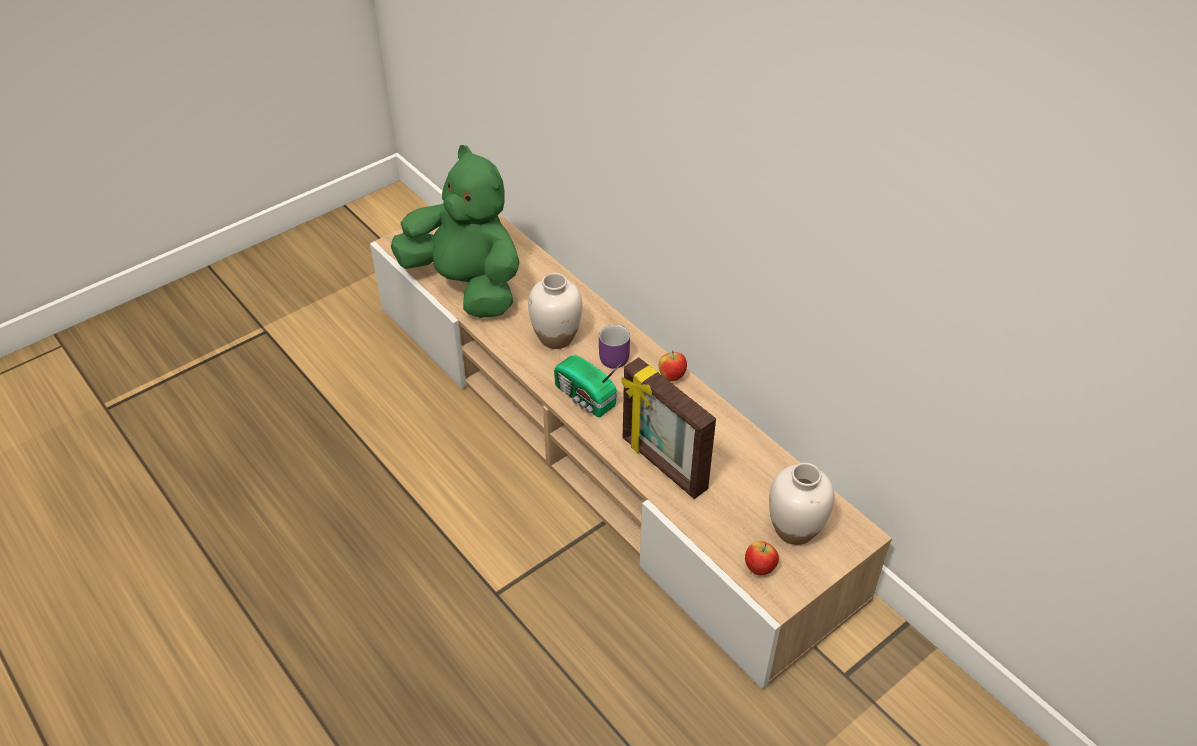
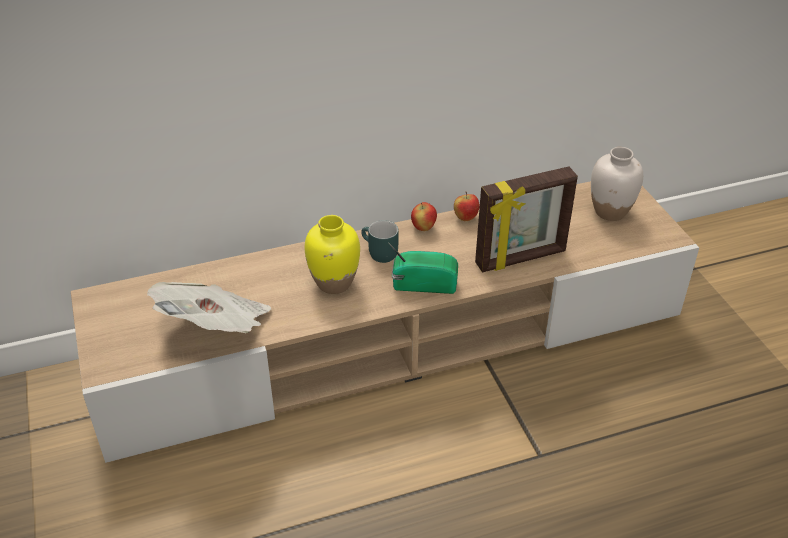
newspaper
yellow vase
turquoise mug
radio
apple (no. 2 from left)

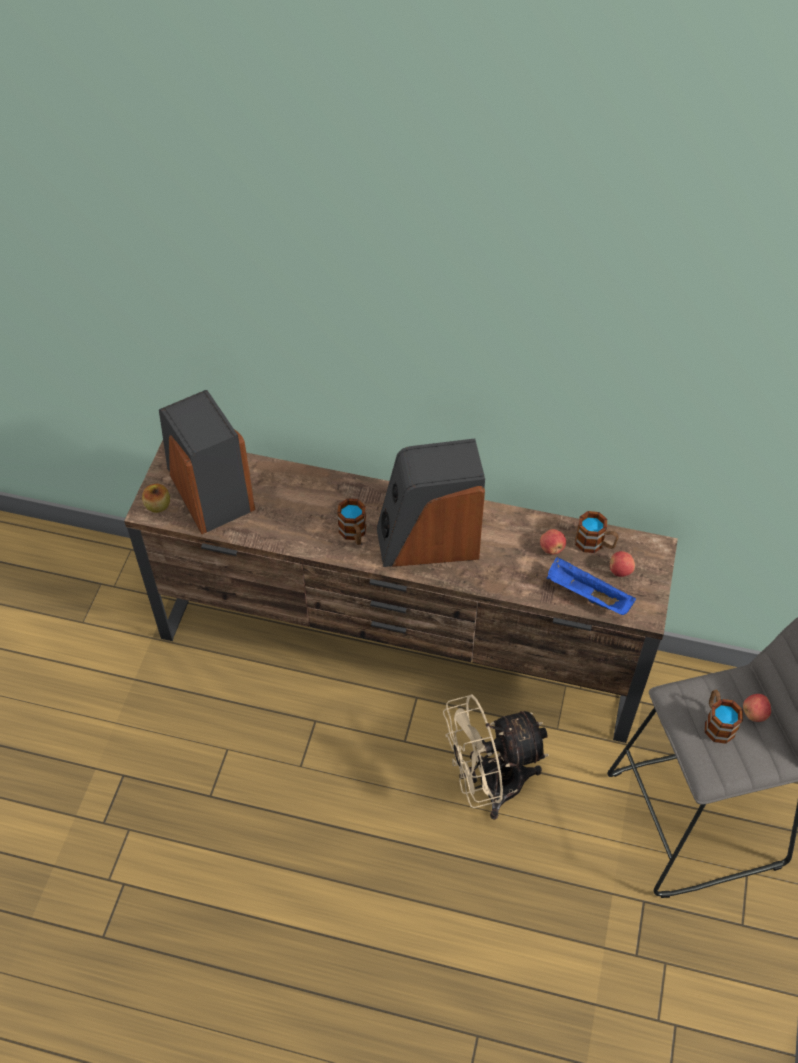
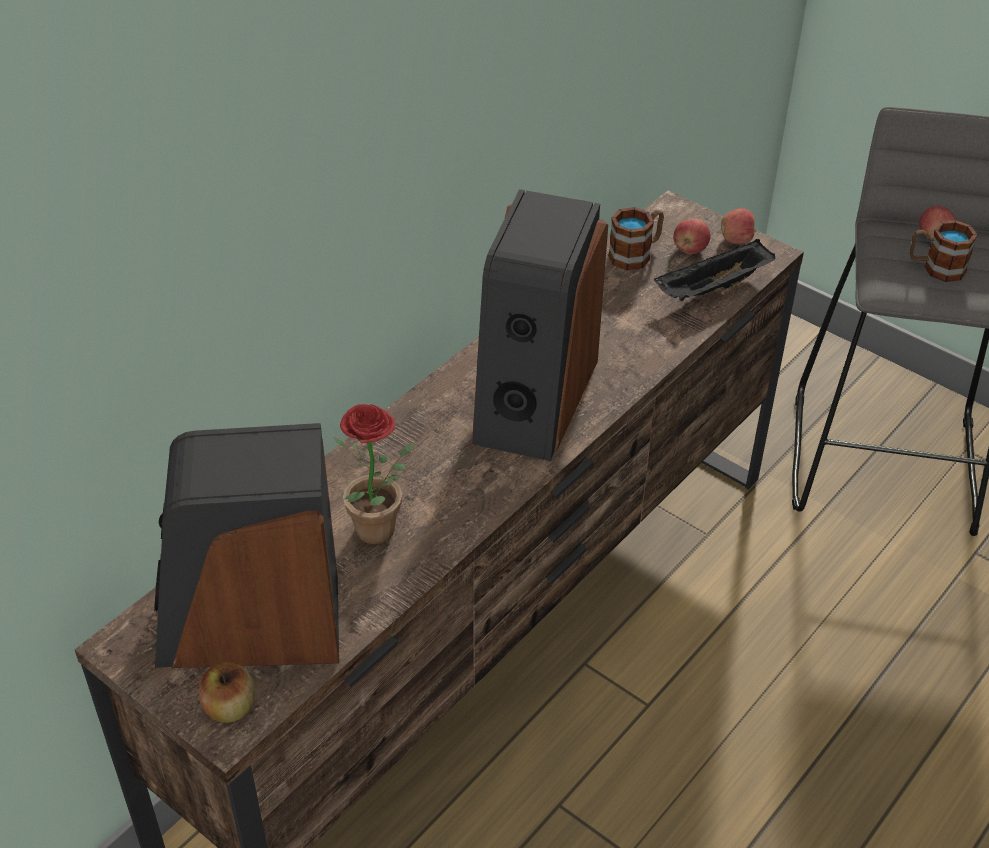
potted plant
black tray
apple (no. 3 from left)
mug (no. 1 from left in the first image)
beige fan

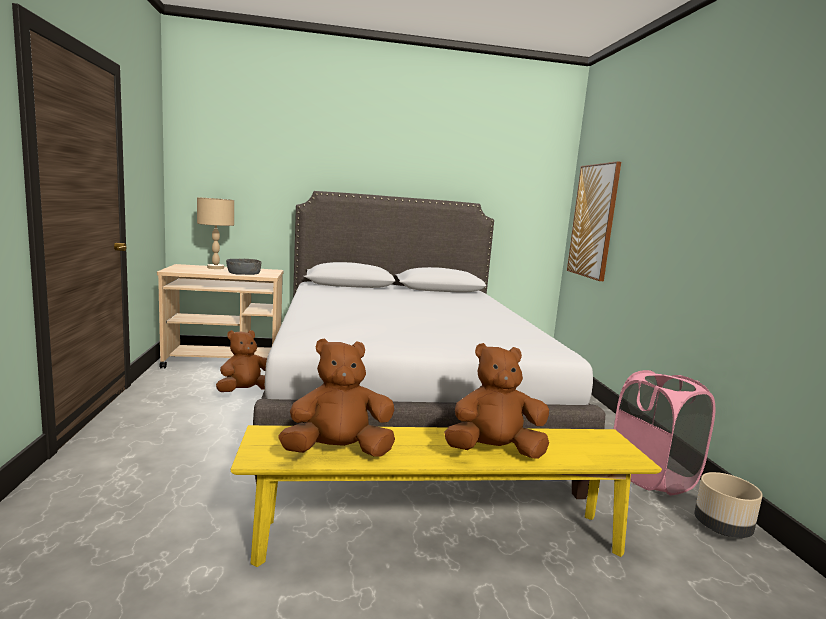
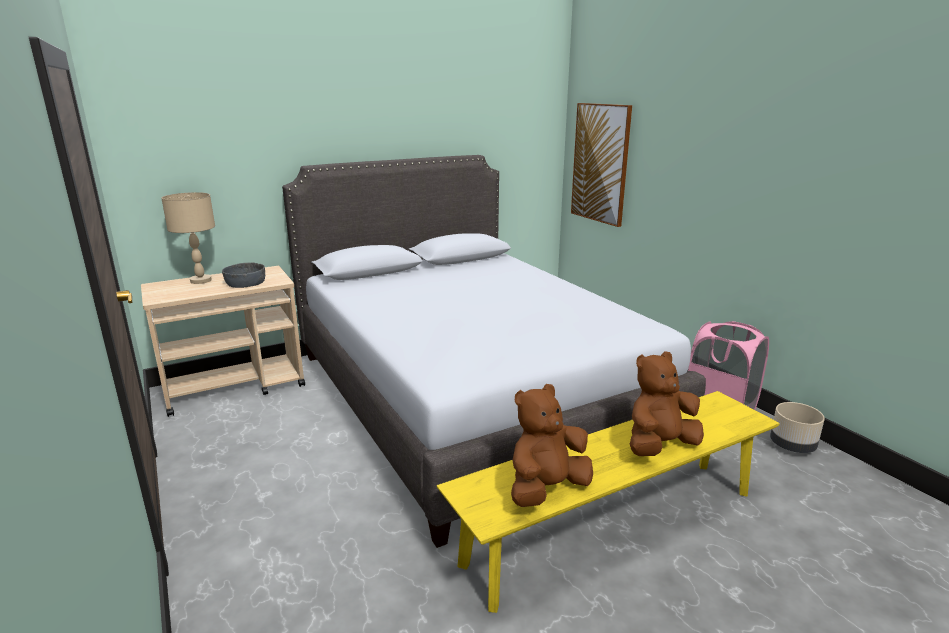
brown plush toy (no. 1 from left in the first image)

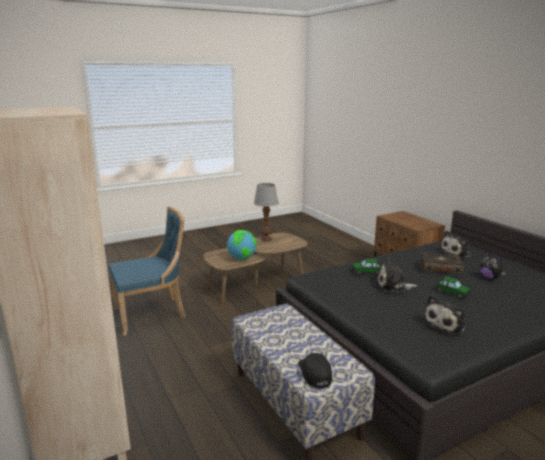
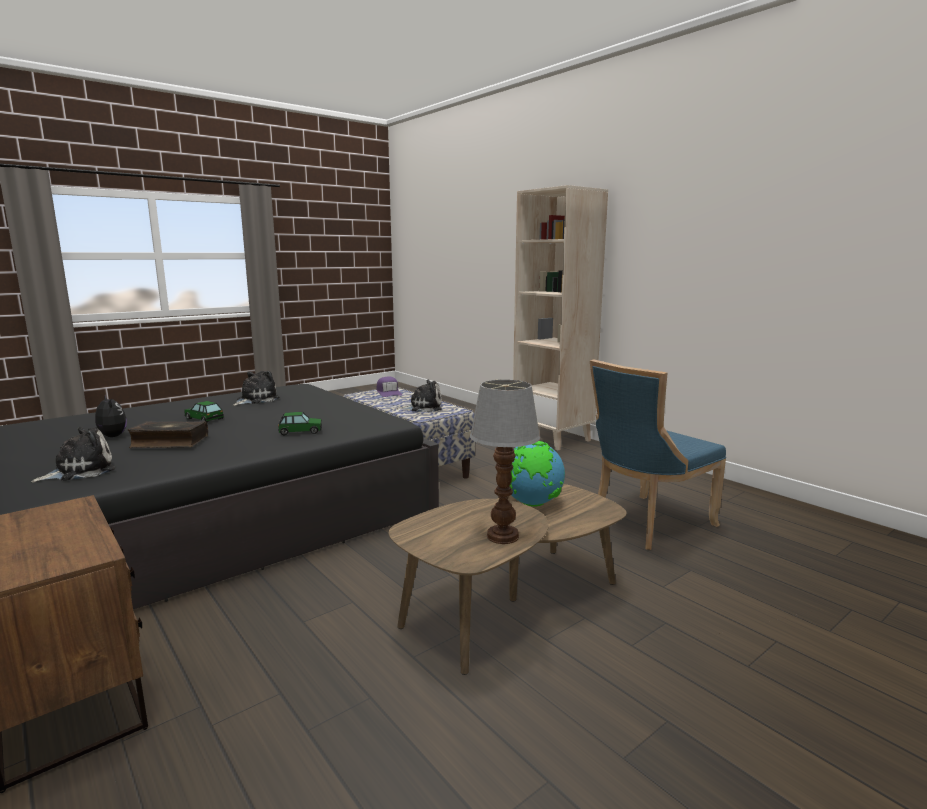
purple cap
plush toy (no. 4 from left)

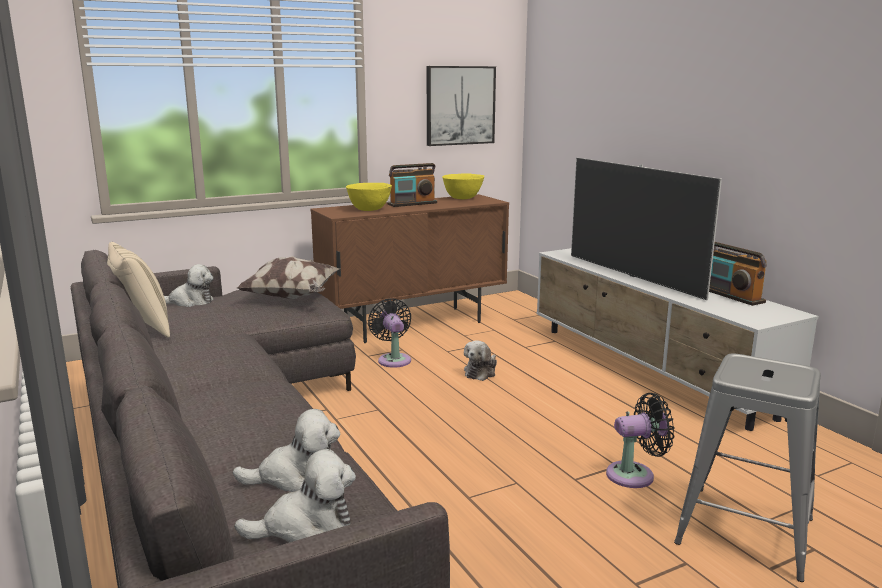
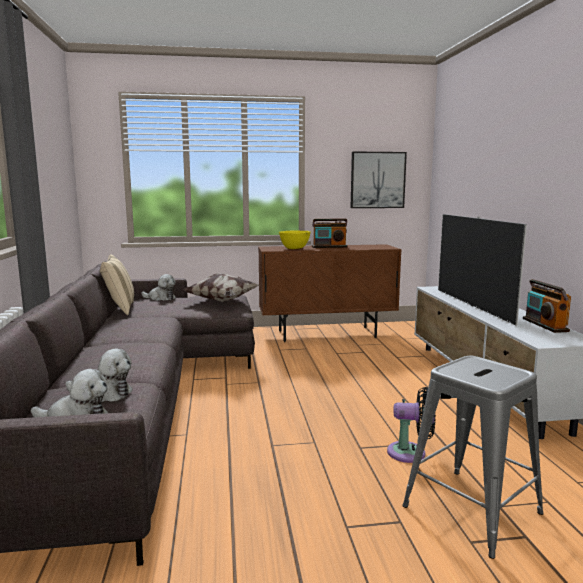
black fan (no. 1 from left in the first image)
yellow bowl (no. 2 from left in the first image)
plush toy (no. 4 from left in the first image)

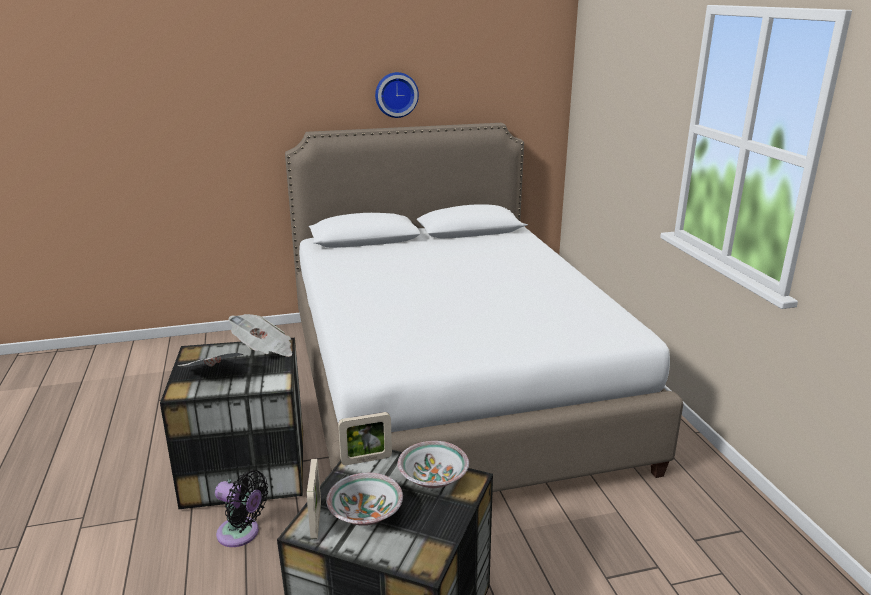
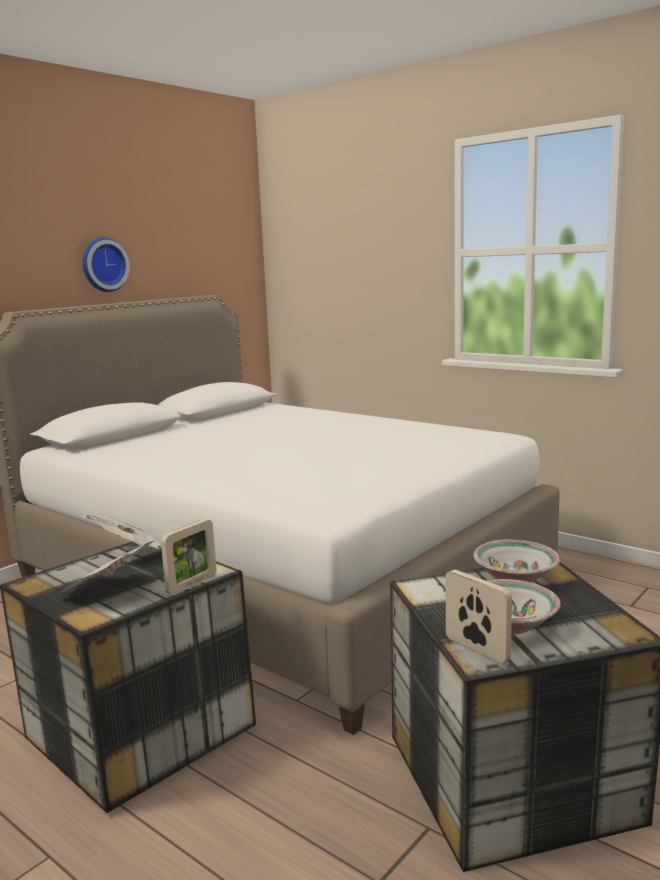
picture frame (no. 1 from left)
black fan

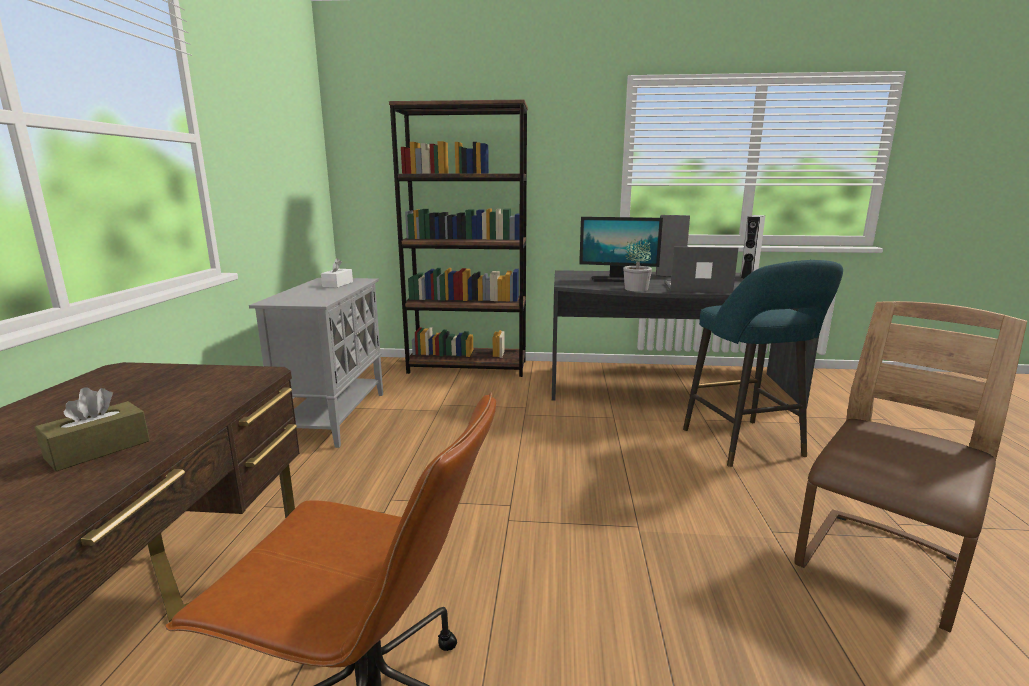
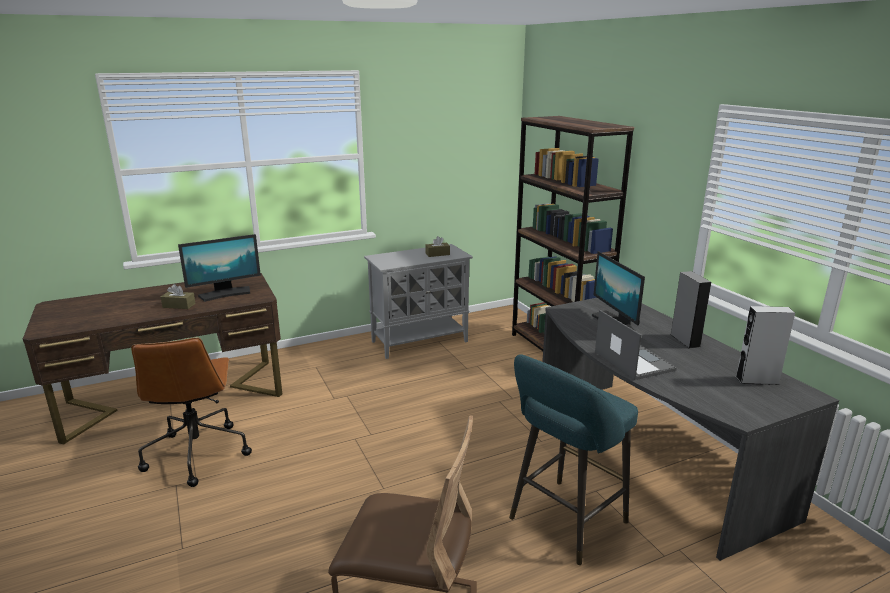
monitor (no. 1 from left)
brown tissue box (no. 2 from left)
potted plant

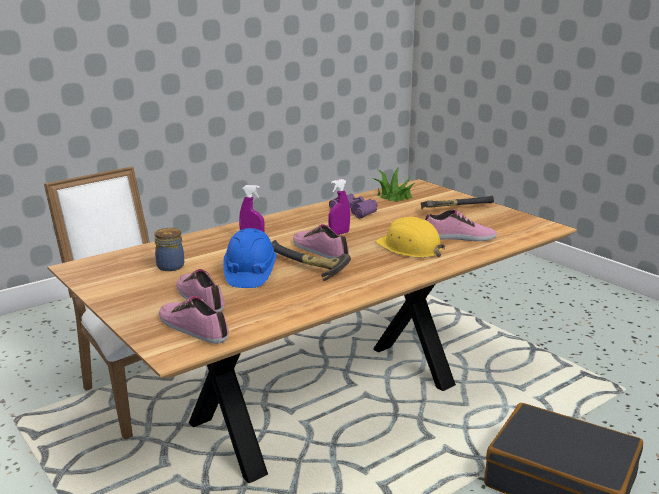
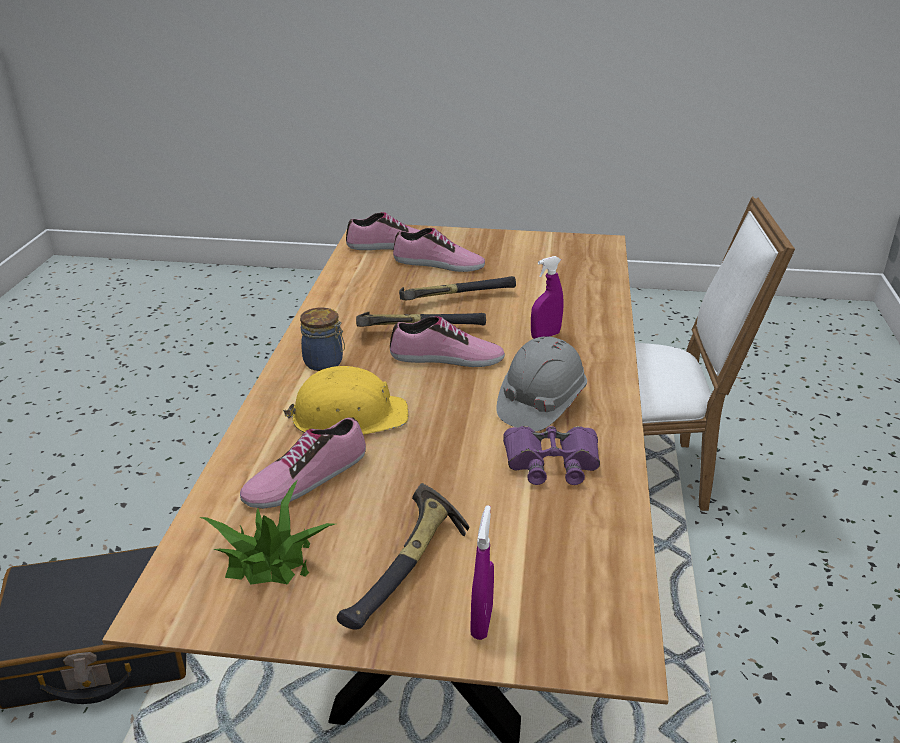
potted plant
jar
hammer (no. 3 from left)
purple spray bottle (no. 1 from left)
grey hard hat

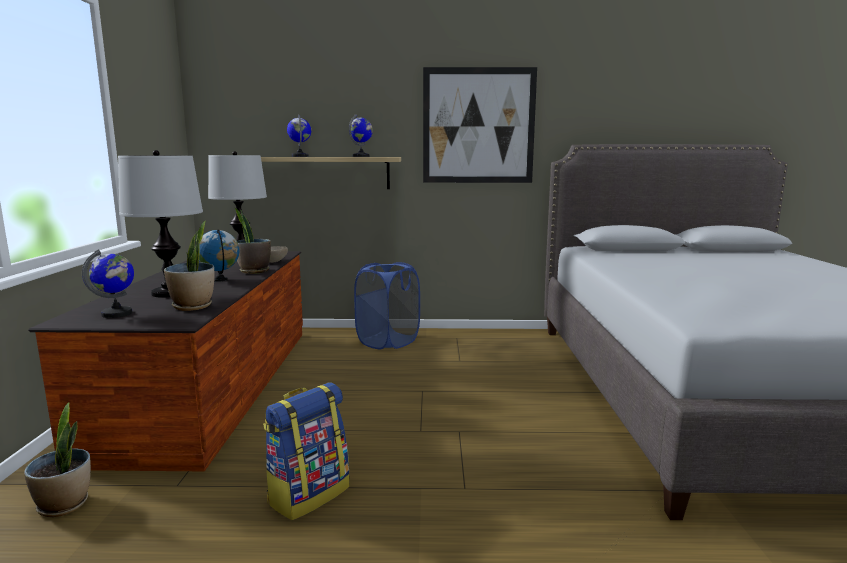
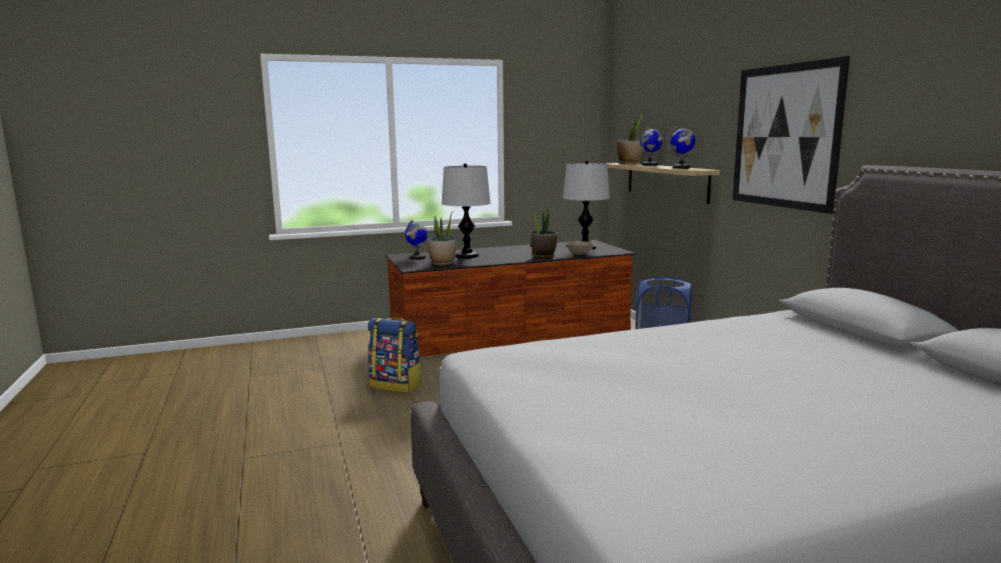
potted plant (no. 3 from left)
globe (no. 2 from left in the first image)

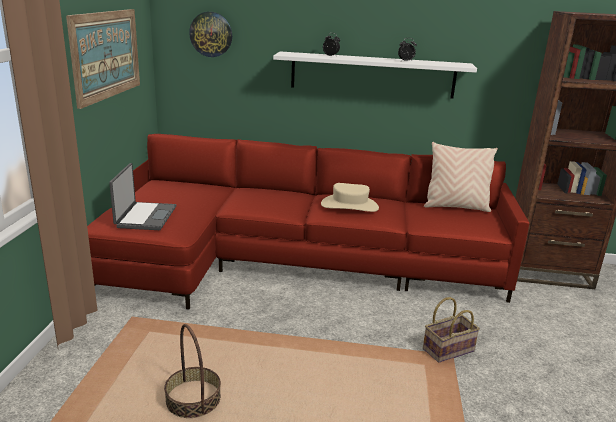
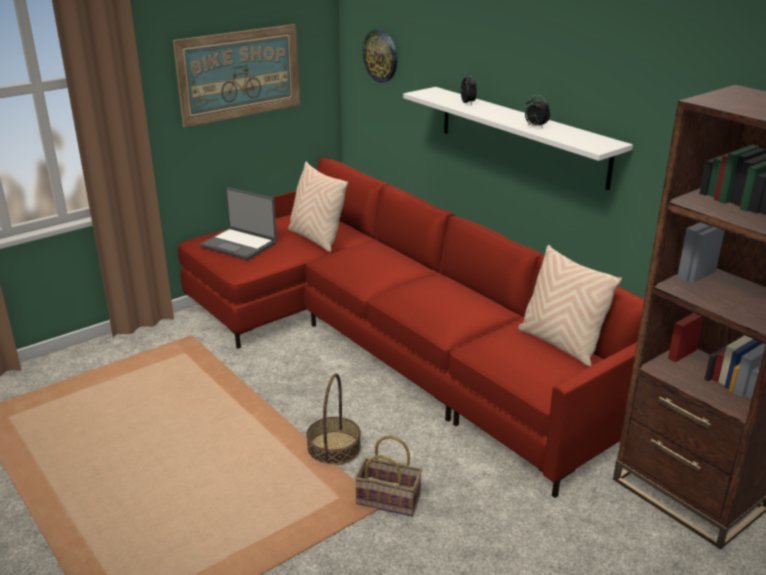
laptop
beige pillow (no. 1 from left)
basket (no. 1 from left)
beige hat

